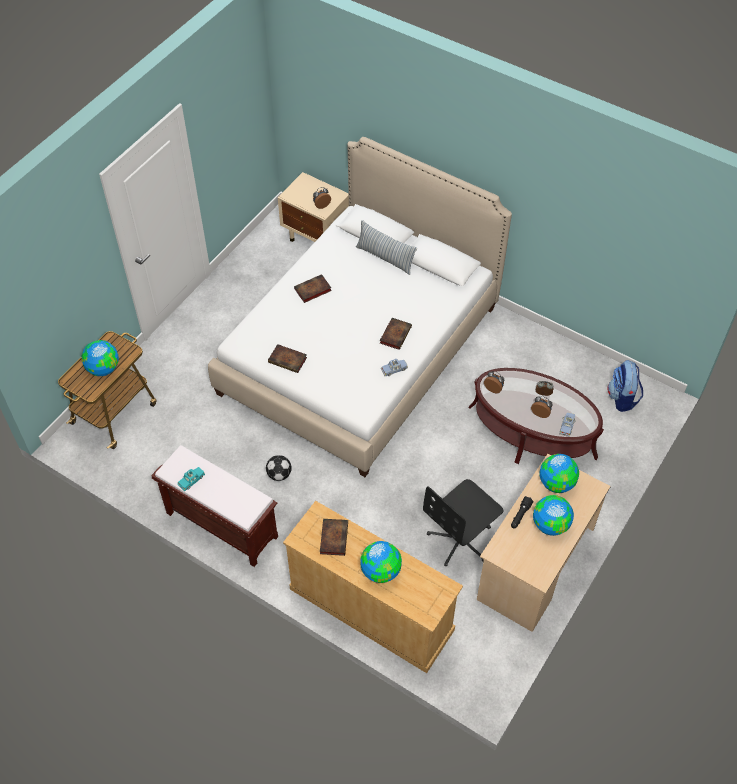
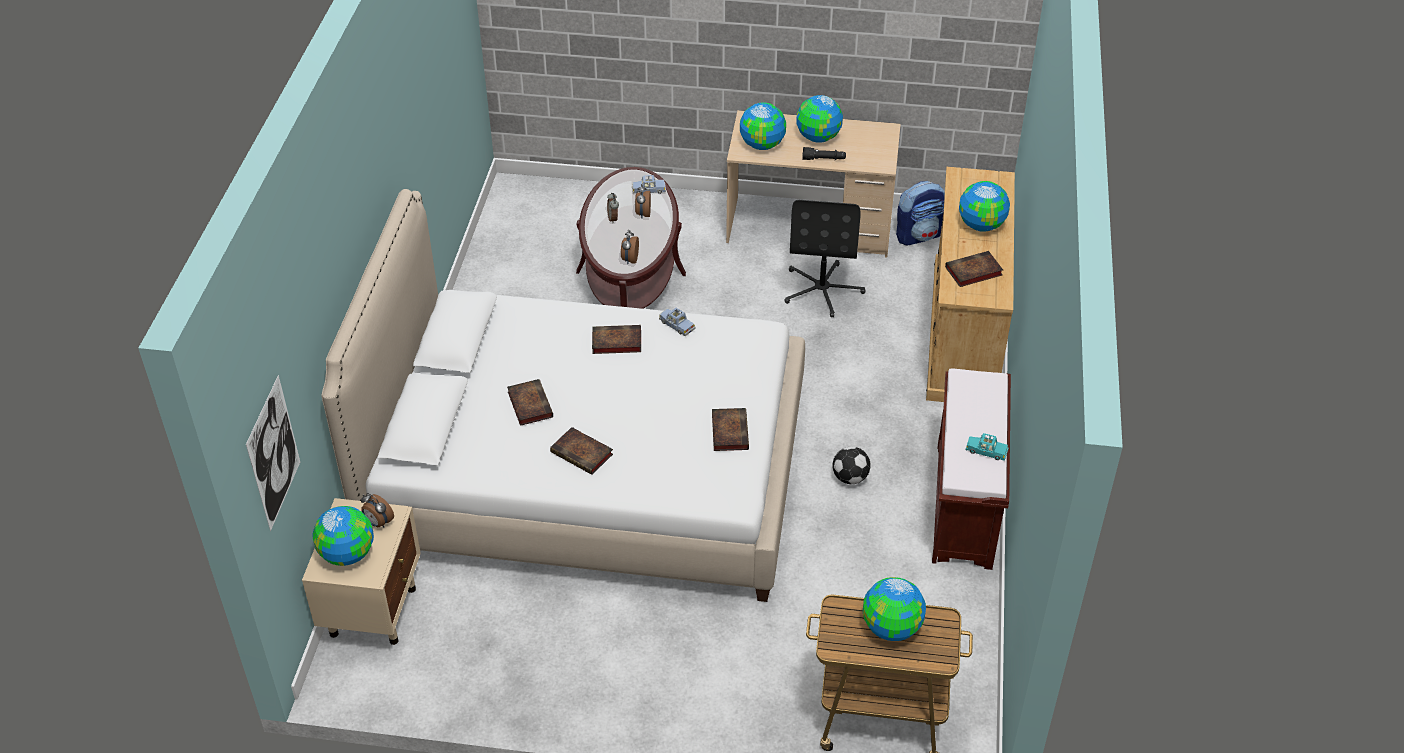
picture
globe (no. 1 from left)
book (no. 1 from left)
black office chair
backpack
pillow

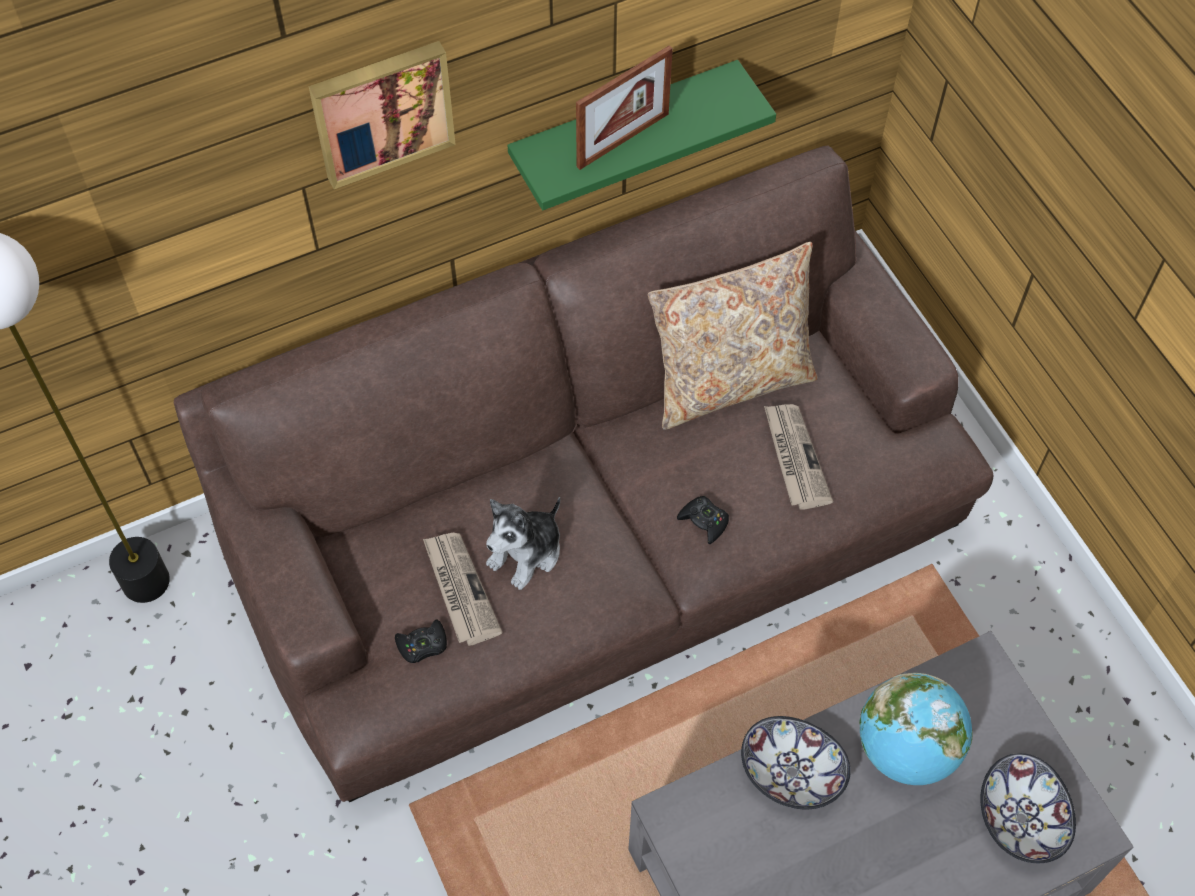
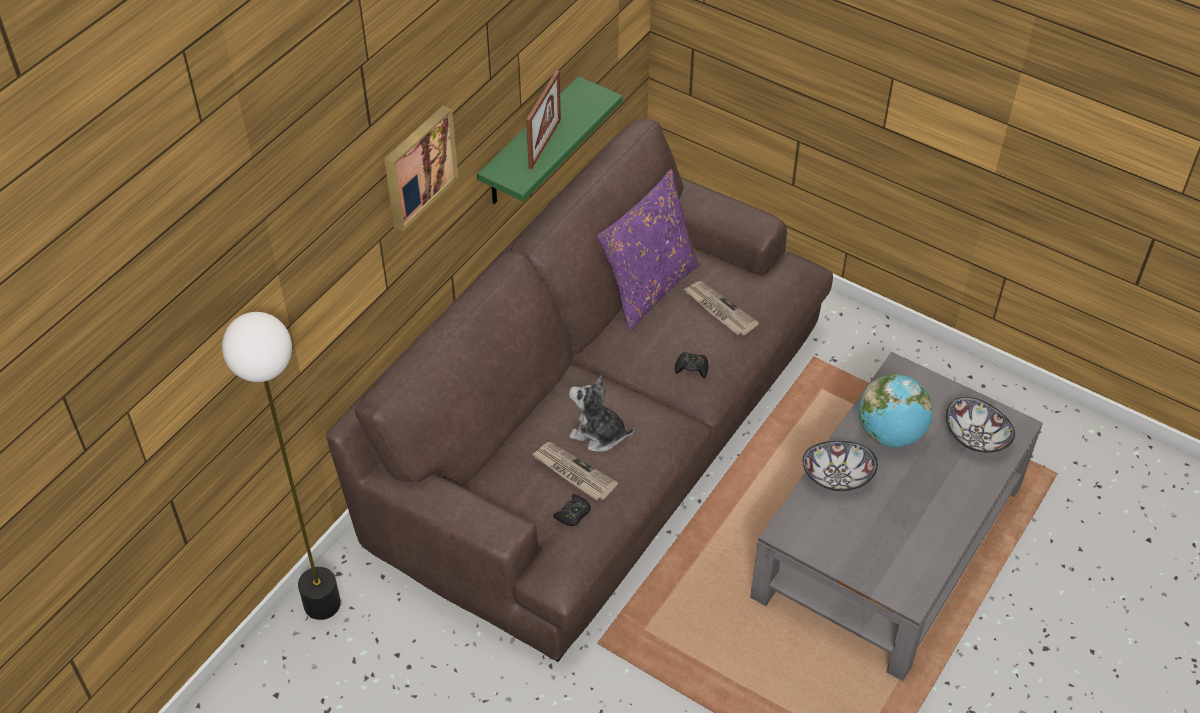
plush toy
purple pillow

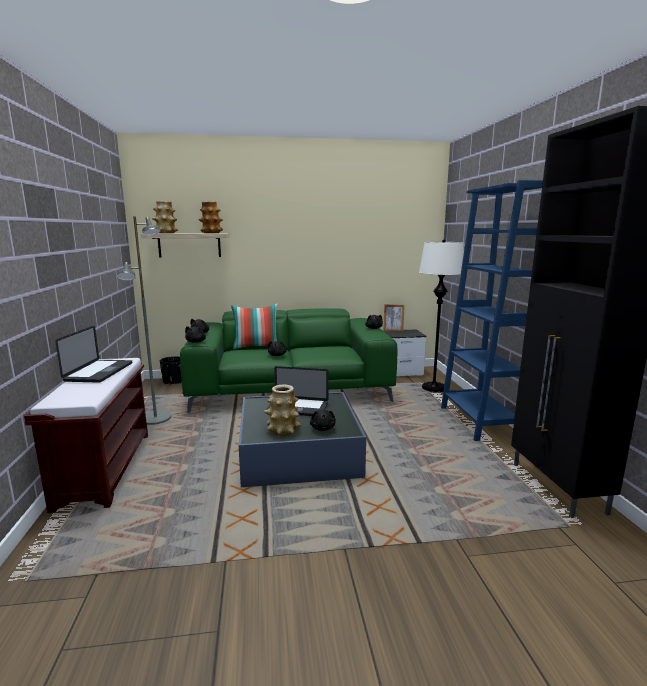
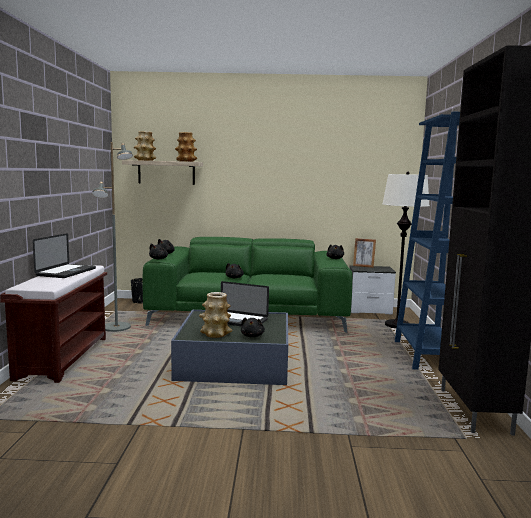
pillow

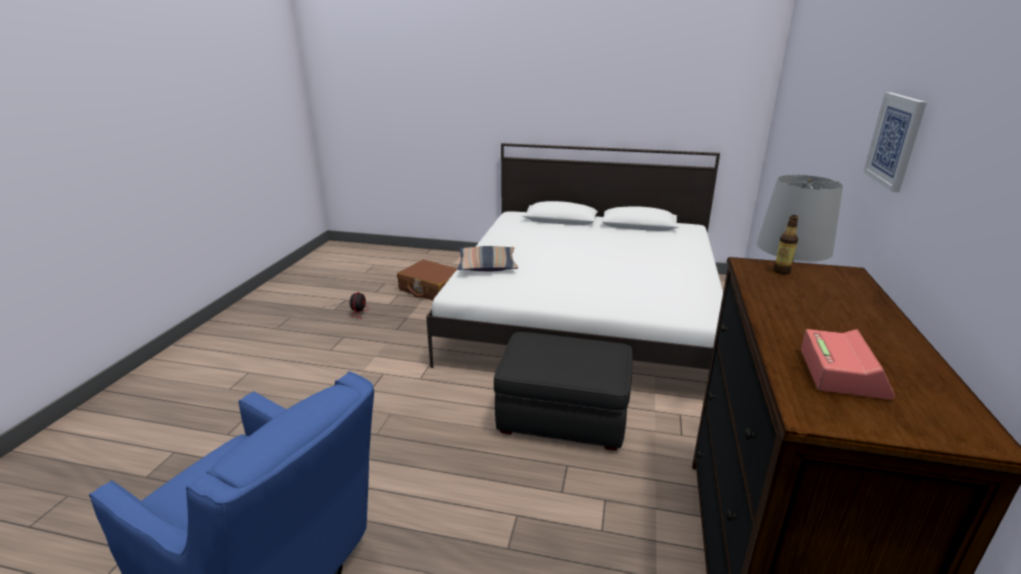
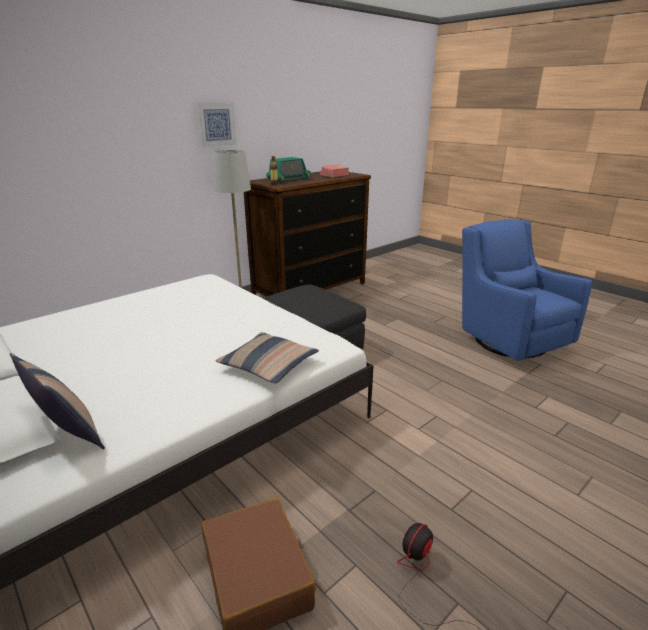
pillow (no. 1 from left)
radio

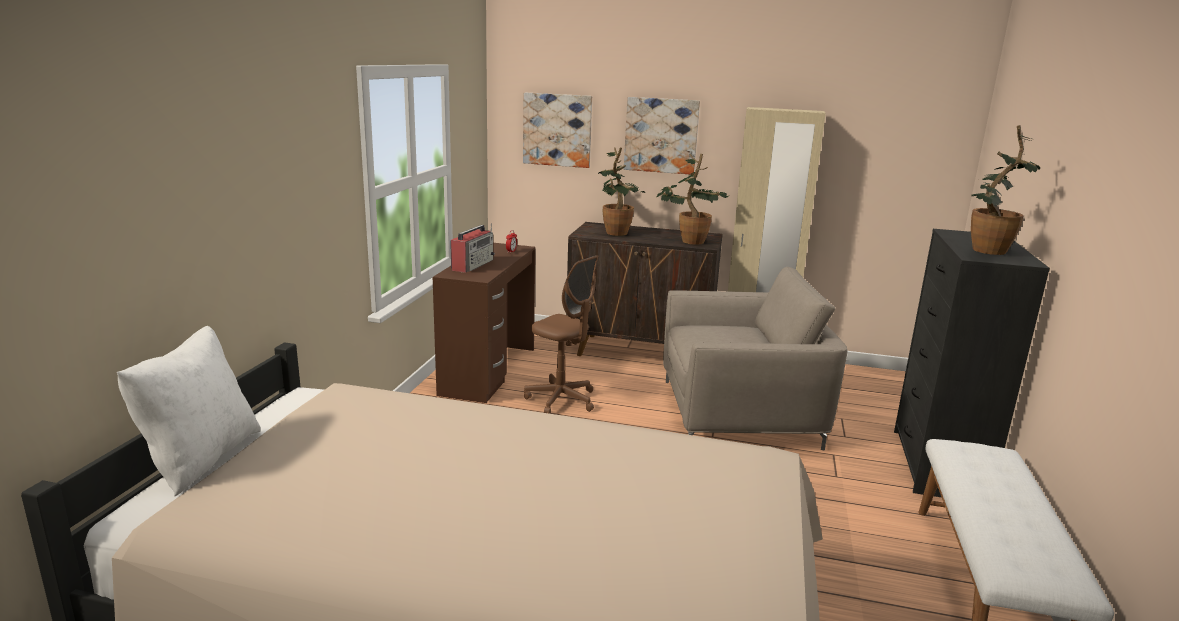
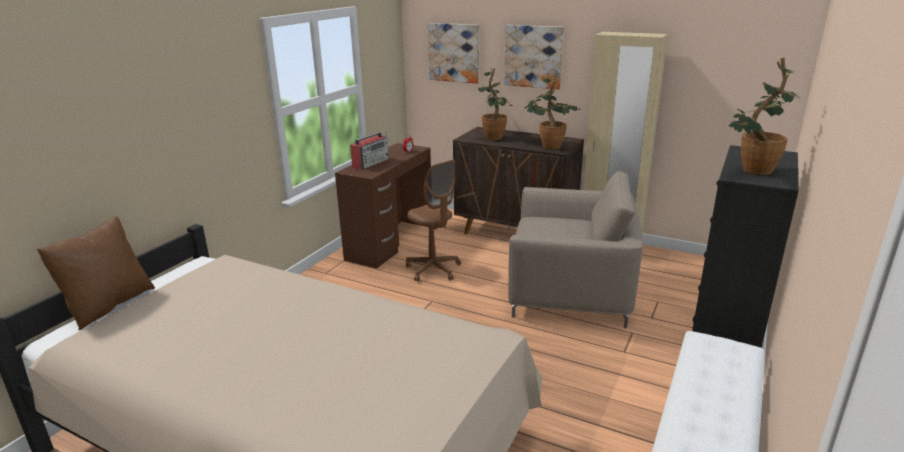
brown pillow

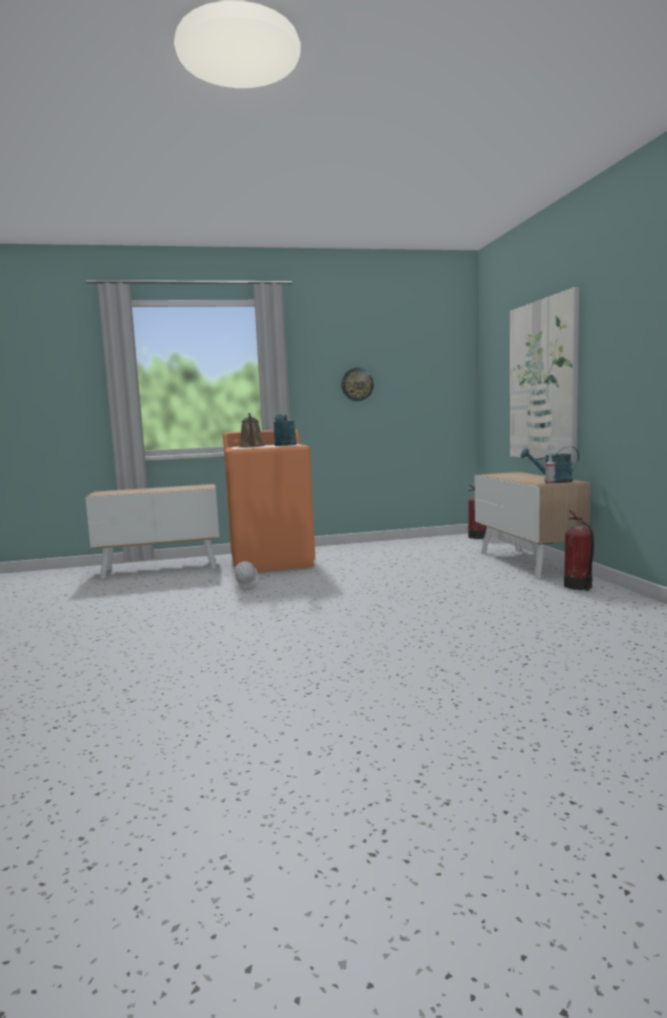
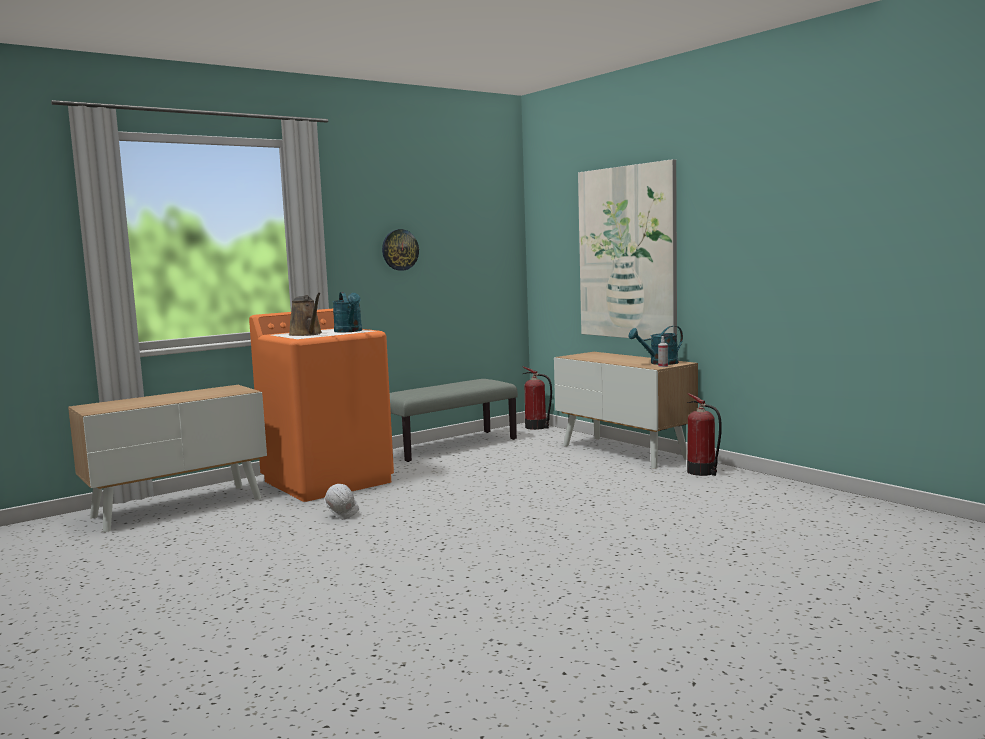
grey bench

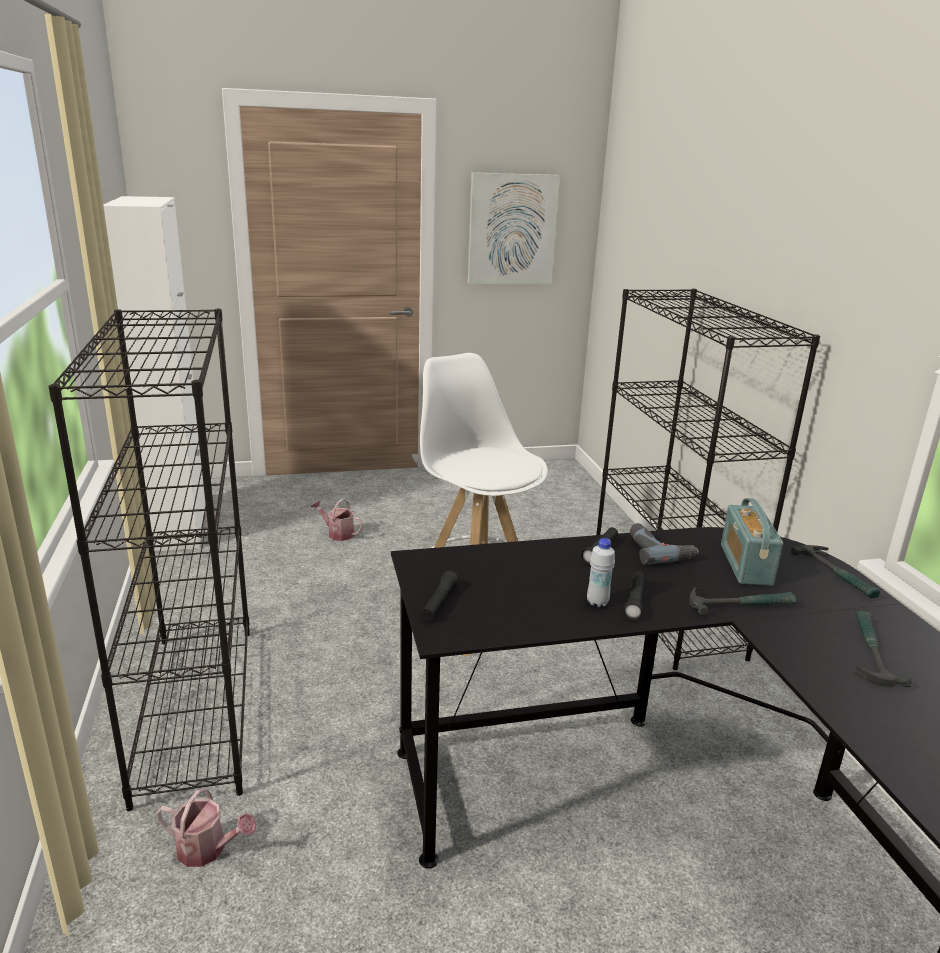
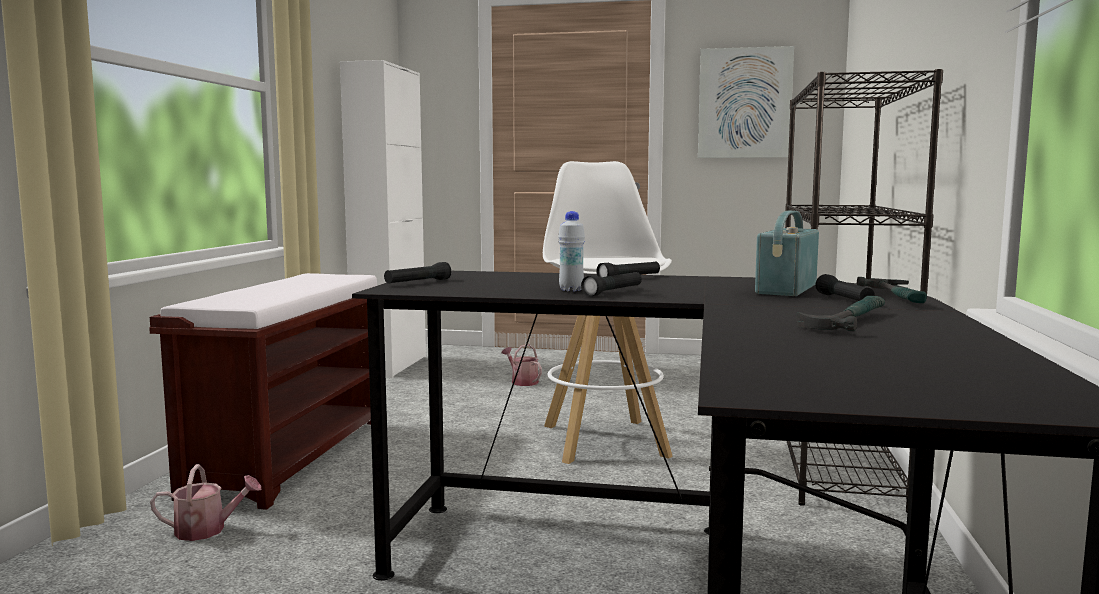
brown bench
watering can (no. 1 from left)
black flashlight (no. 4 from left)
power drill
hammer (no. 1 from left in the first image)

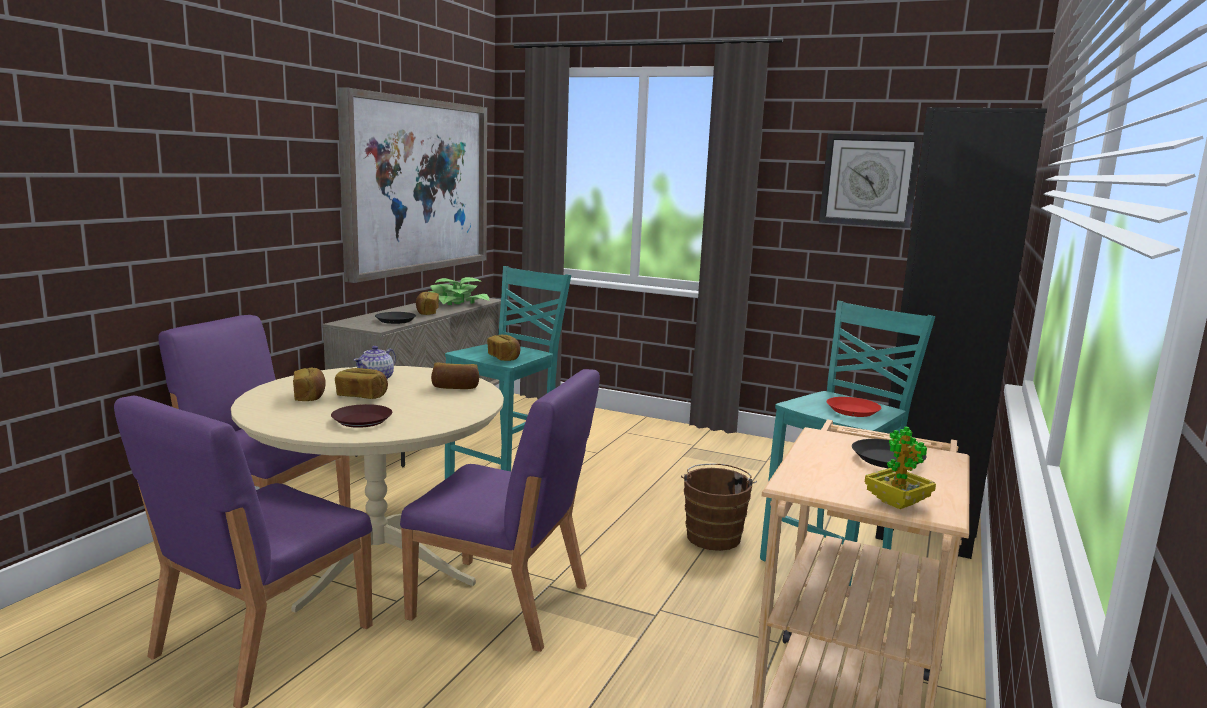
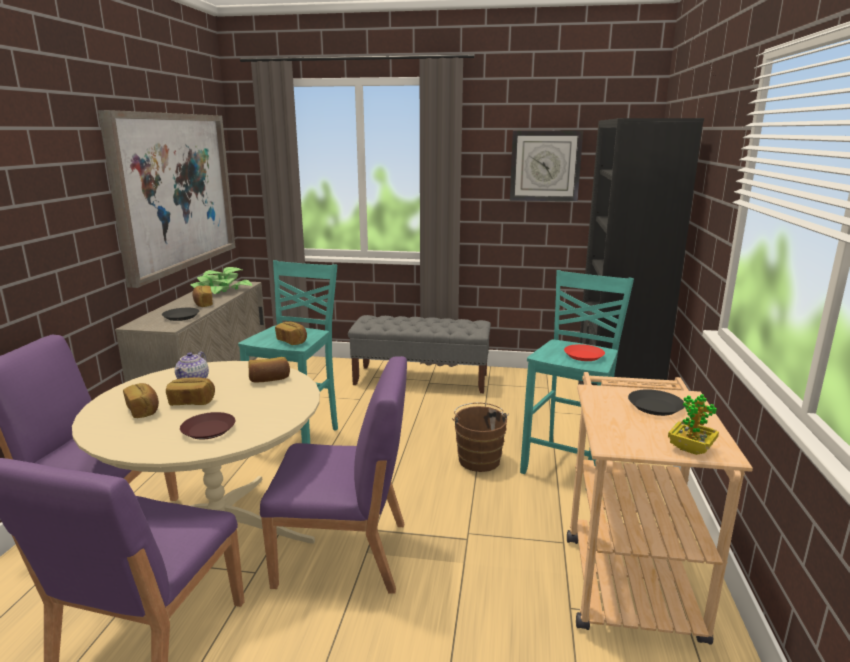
grey bench

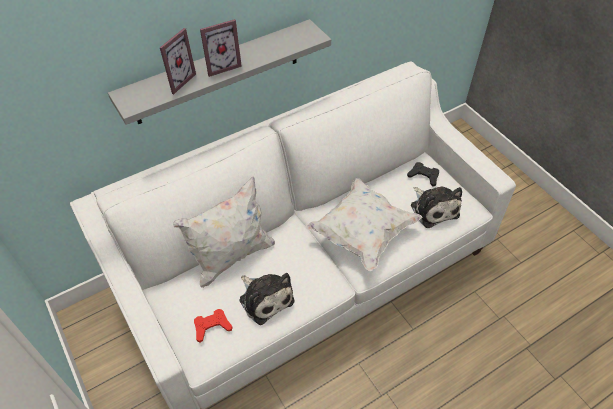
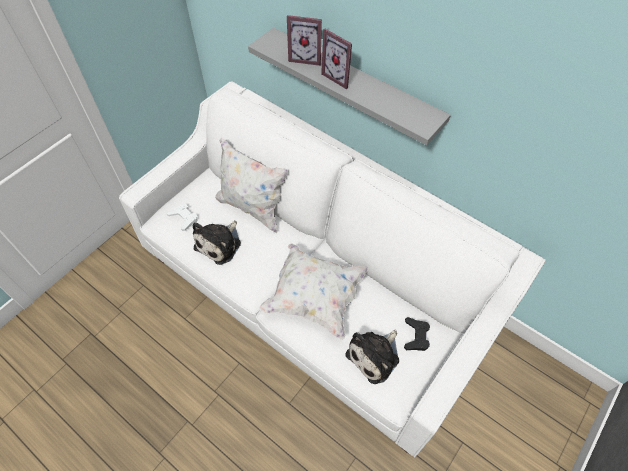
white game controller

